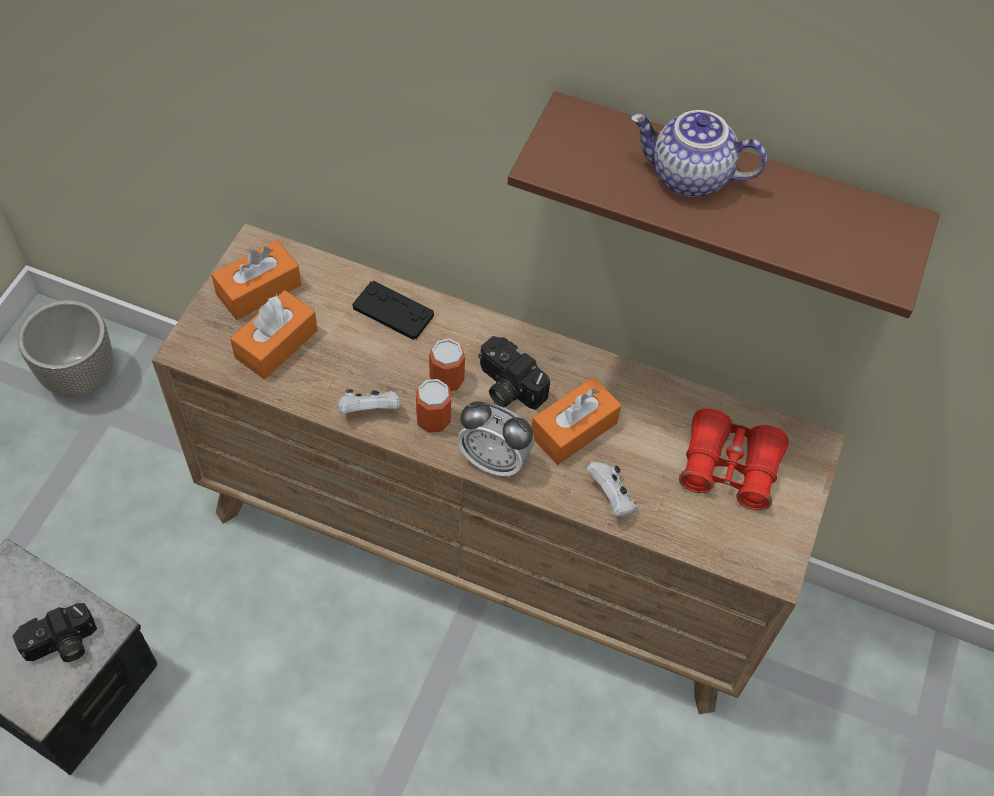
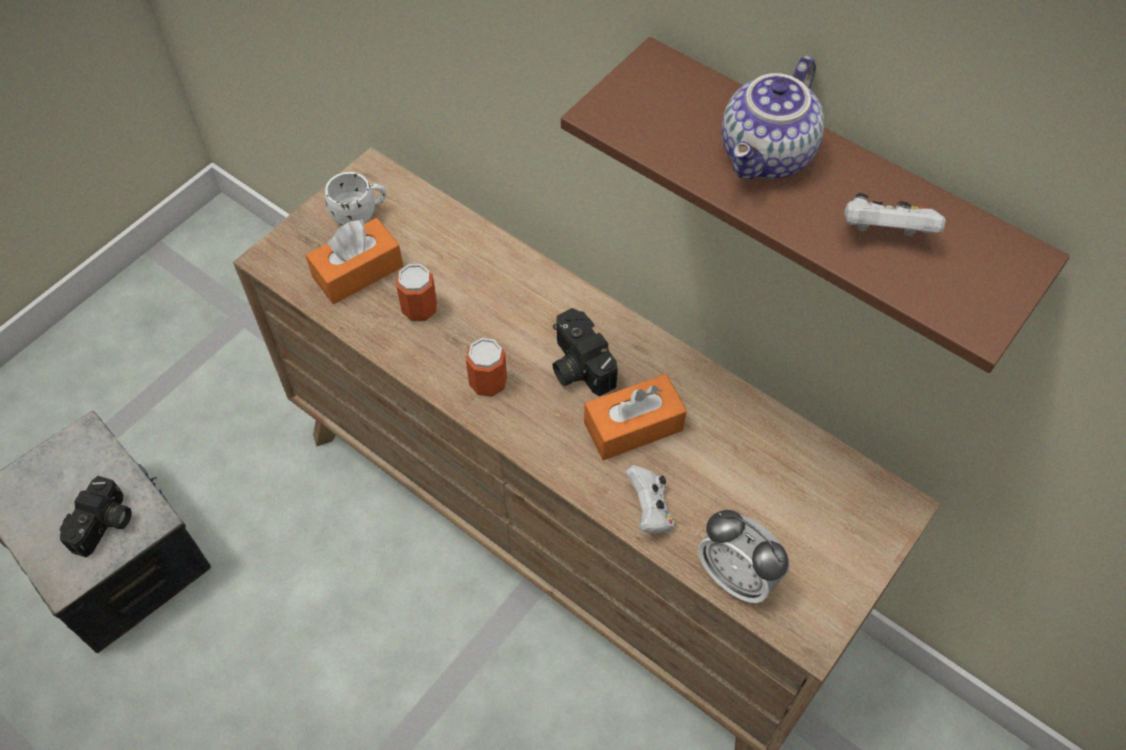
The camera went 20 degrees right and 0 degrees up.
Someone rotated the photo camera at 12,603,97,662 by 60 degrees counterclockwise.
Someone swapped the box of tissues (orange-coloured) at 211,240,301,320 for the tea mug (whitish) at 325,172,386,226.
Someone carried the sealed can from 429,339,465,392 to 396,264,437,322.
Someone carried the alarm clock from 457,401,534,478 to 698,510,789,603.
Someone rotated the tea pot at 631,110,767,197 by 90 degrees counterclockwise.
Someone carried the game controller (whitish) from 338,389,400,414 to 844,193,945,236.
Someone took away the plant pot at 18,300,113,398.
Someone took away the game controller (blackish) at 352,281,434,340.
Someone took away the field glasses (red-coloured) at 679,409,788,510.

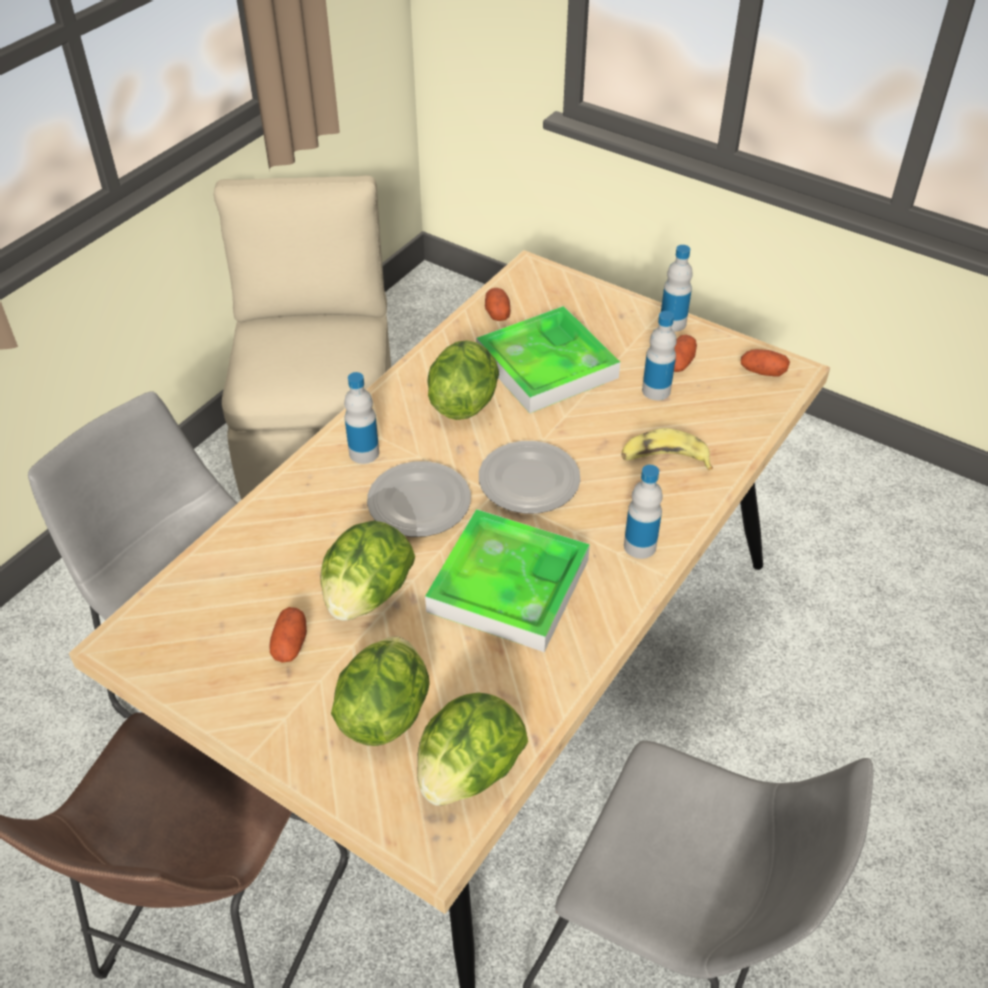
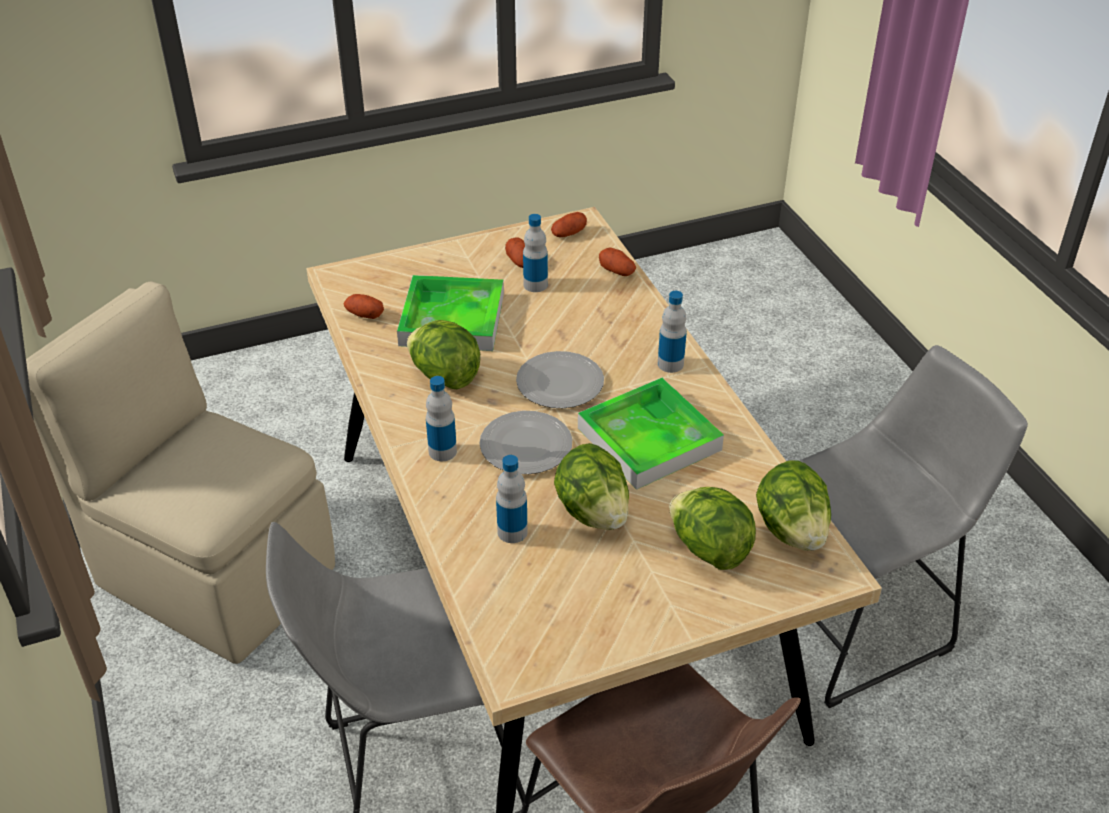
The camera went 55 degrees left and 5 degrees down.
Someone carried the drink bottle from 661,245,693,332 to 496,455,528,543.
Someone carried the potato from 270,607,307,663 to 599,248,636,276.
Someone took away the whole banana at 621,428,713,470.

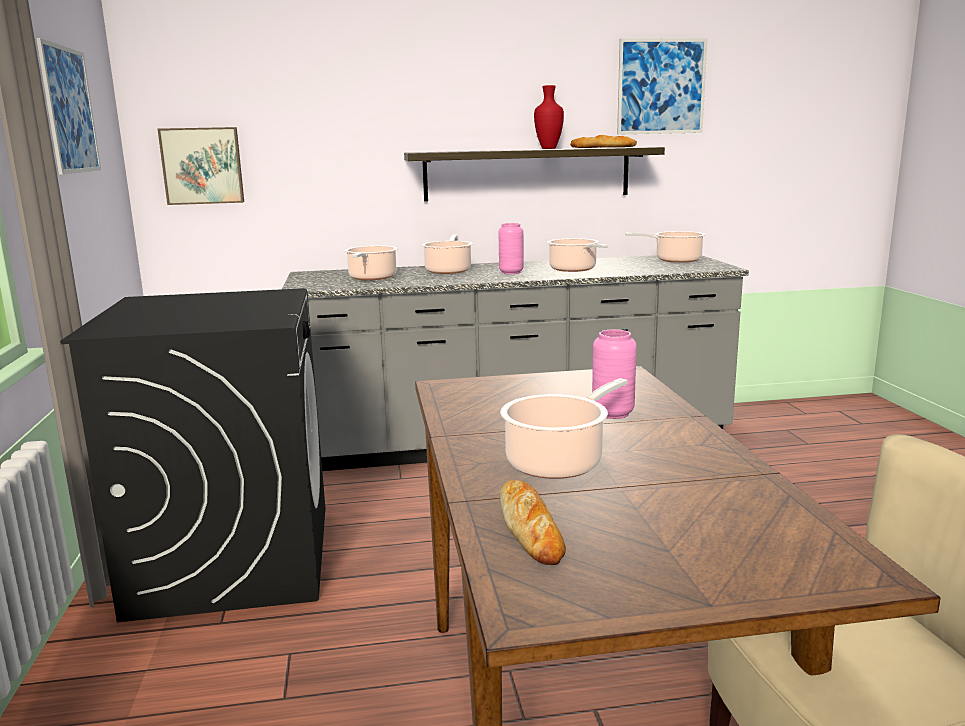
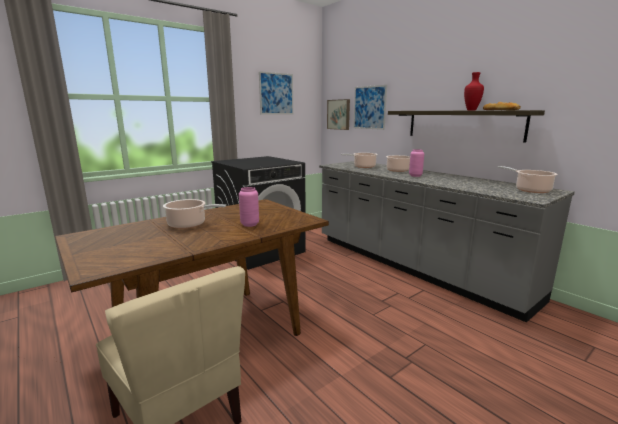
The camera went 60 degrees right and 0 degrees up.
Someone carried the wall art from 617,38,707,135 to 353,85,387,130.
Someone took away the baked bread at 500,480,566,565.
Someone took away the stockpot at 547,238,608,272.

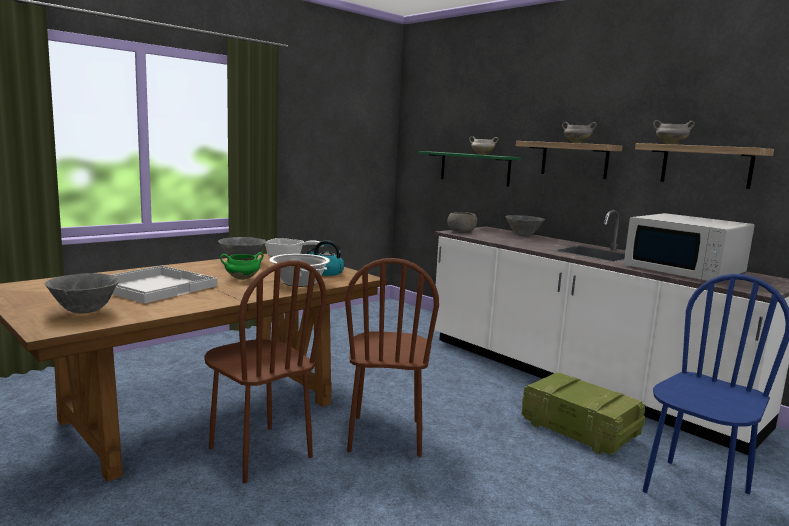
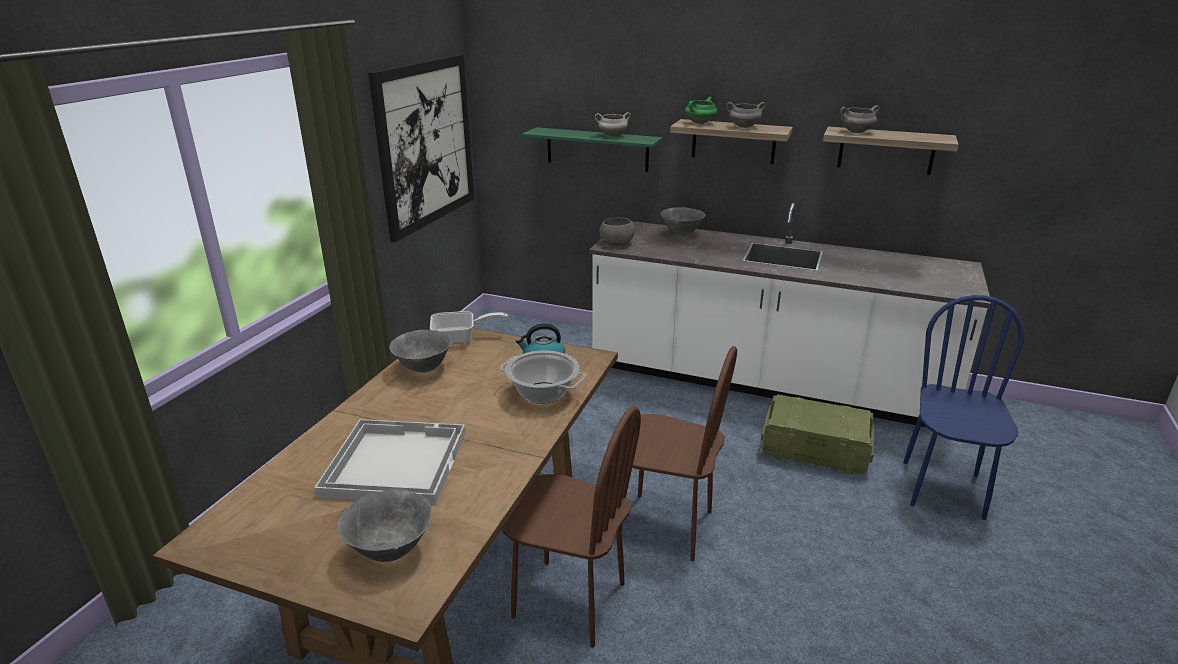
The camera went 25 degrees left and 15 degrees up.
Someone put up the wall art at 368,54,474,242.
Someone rotated the upright chair (brown-coloured) at 345,258,439,457 by 45 degrees counterclockwise.
Someone carried the stockpot (green-coloured) from 220,252,264,280 to 685,97,717,124.
Someone took away the kitchen microwave (whitish) at 624,213,755,281.

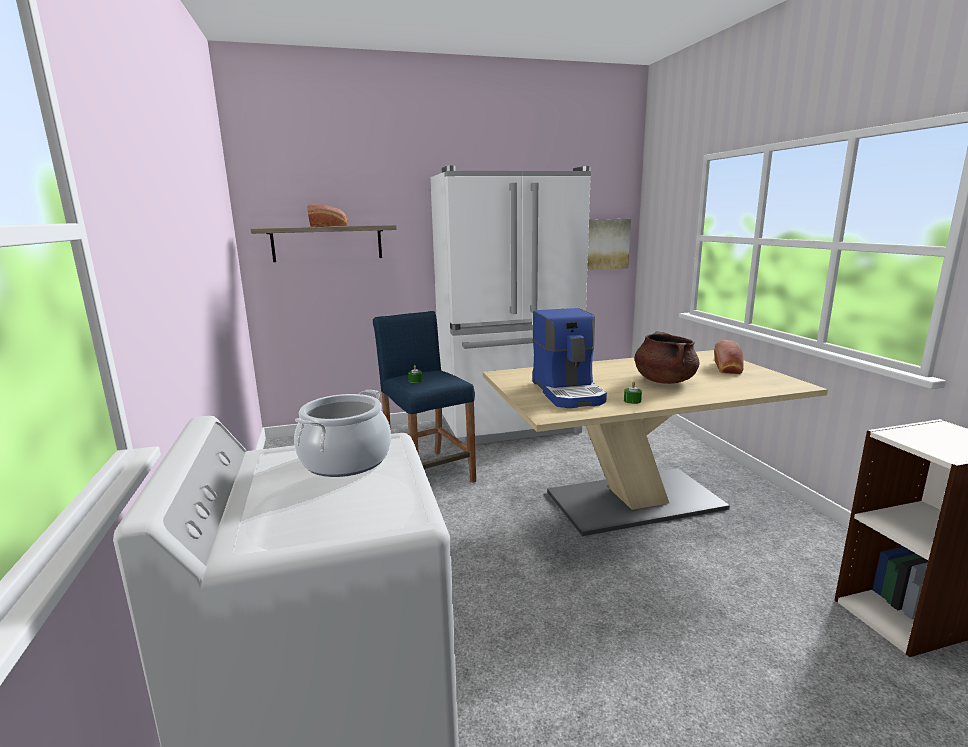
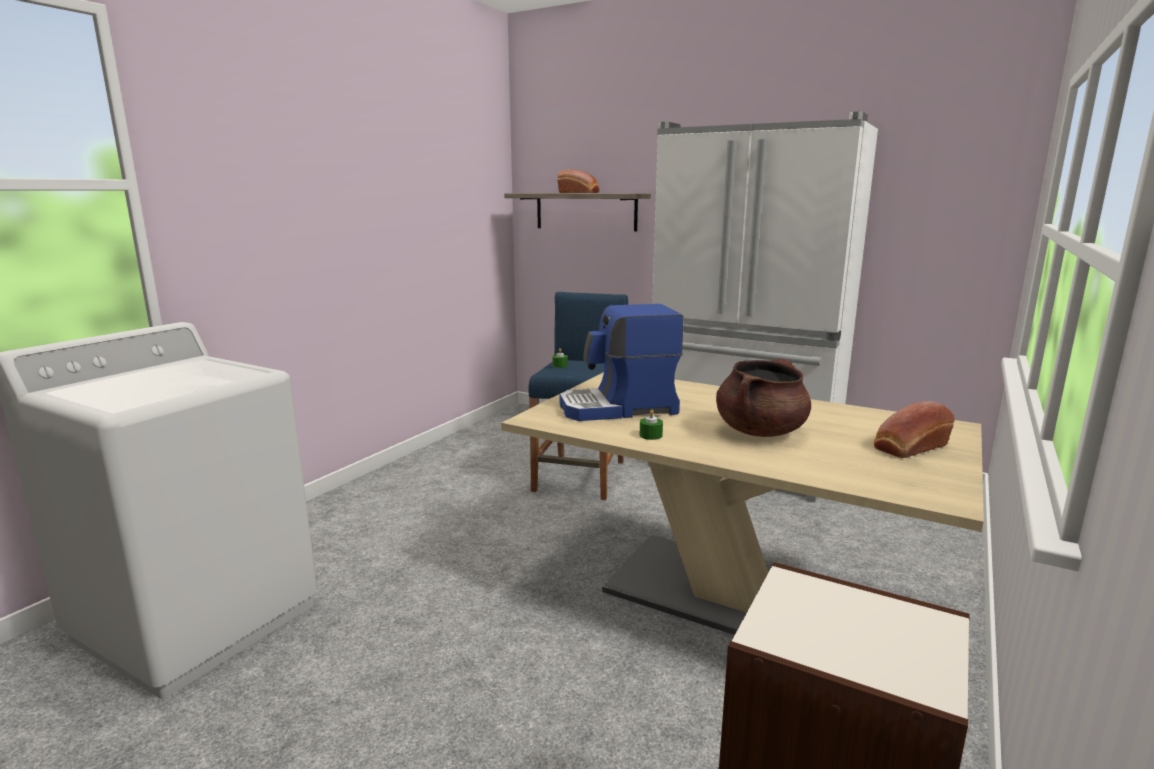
The camera went 45 degrees right and 0 degrees up.
Someone rotated the coffee brewer at 532,308,607,408 by 45 degrees clockwise.
Someone took away the stockpot at 294,390,391,477.
Someone took away the wall art at 587,219,631,270.

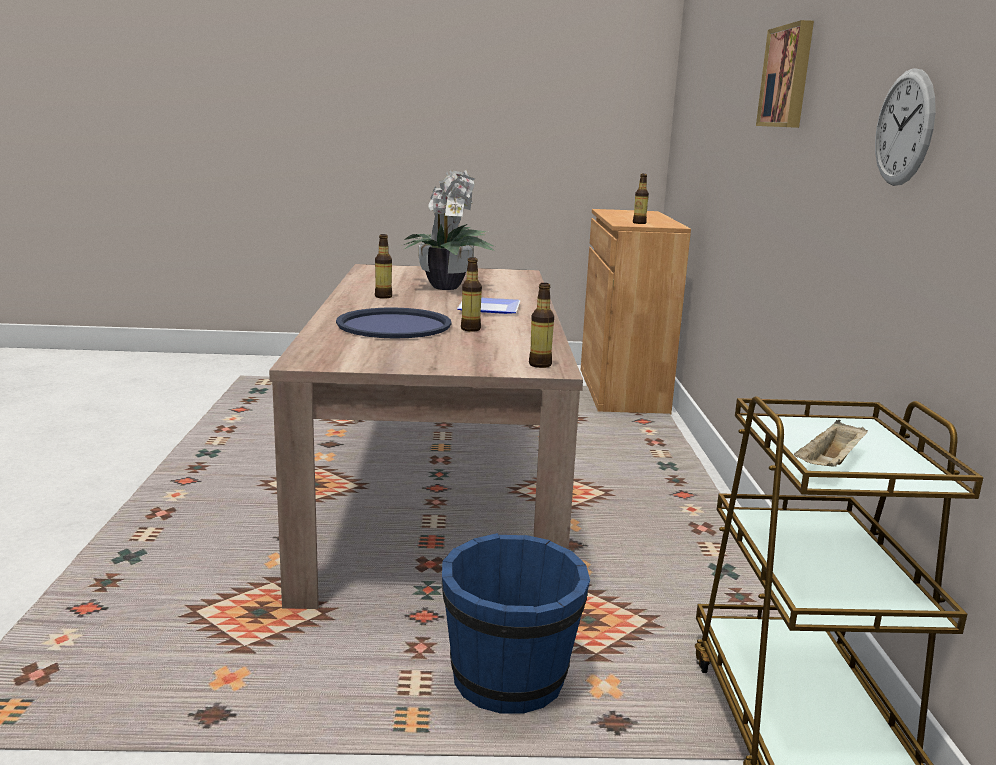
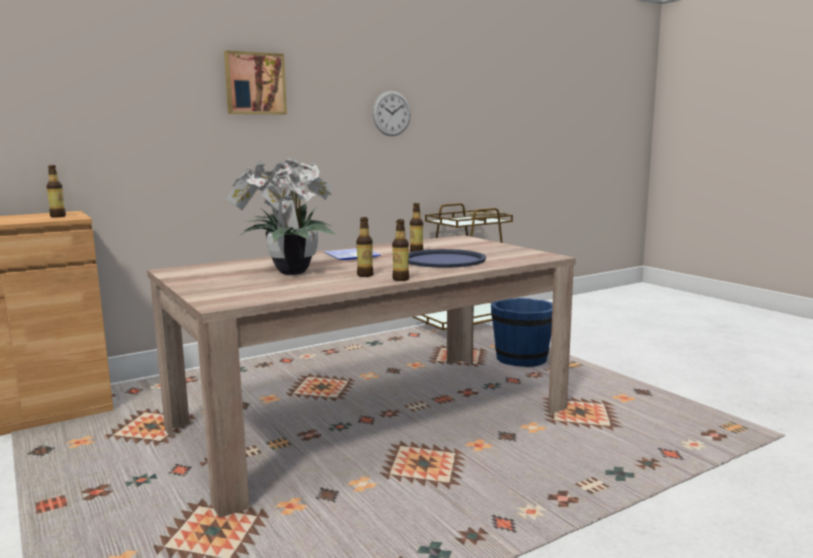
The camera went 120 degrees left and 5 degrees down.
Someone carried the drink bottle from 529,283,554,368 to 392,219,409,281.

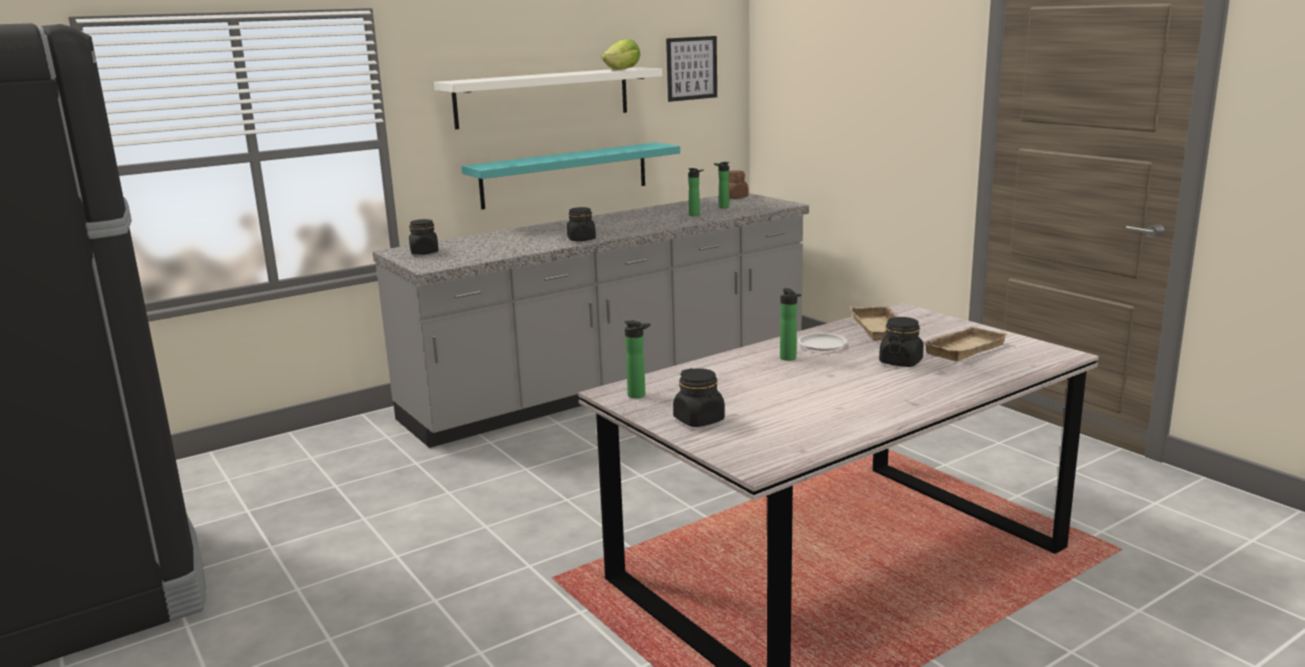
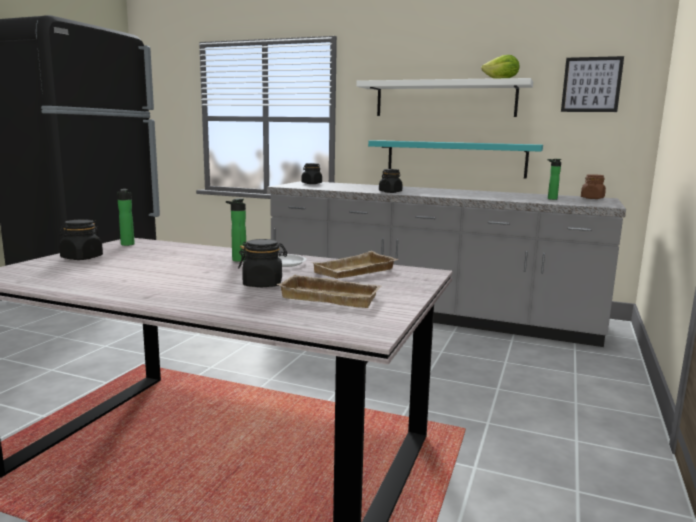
The camera went 55 degrees right and 5 degrees down.
Someone took away the drink bottle at 688,168,704,216.

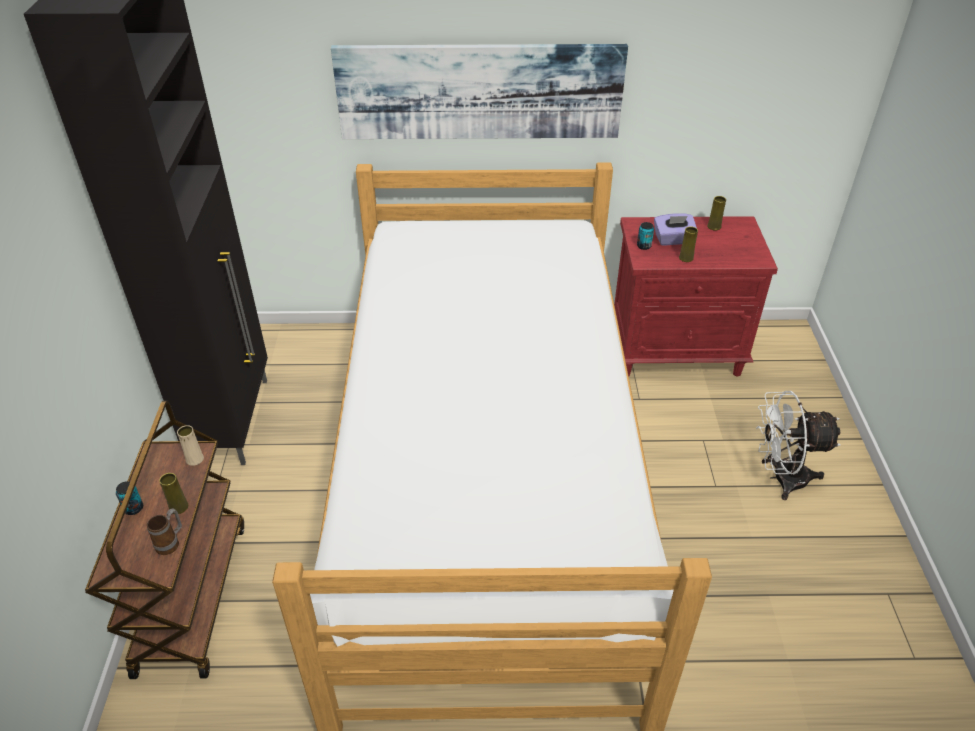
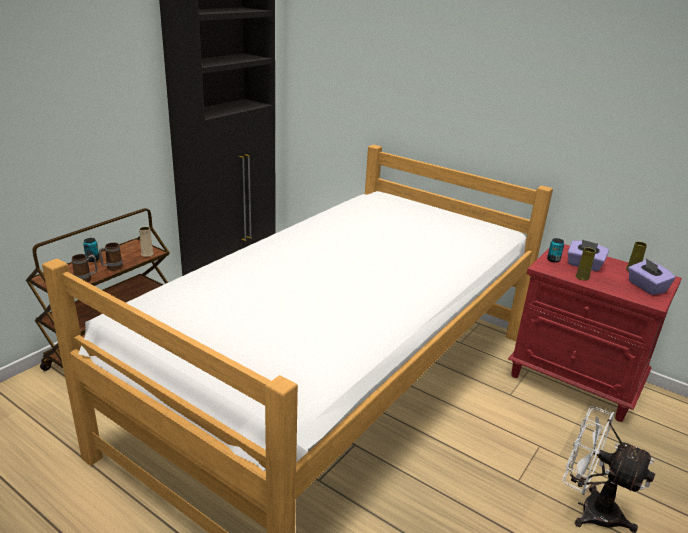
The camera went 35 degrees right and 15 degrees down.
Someone swapped the decorative vase (yellowish) at 159,473,188,514 for the tea mug at 99,242,123,271.
Someone put down the box of tissues (purplish) at 628,258,676,295.
Someone took away the wall art at 331,44,628,139.

